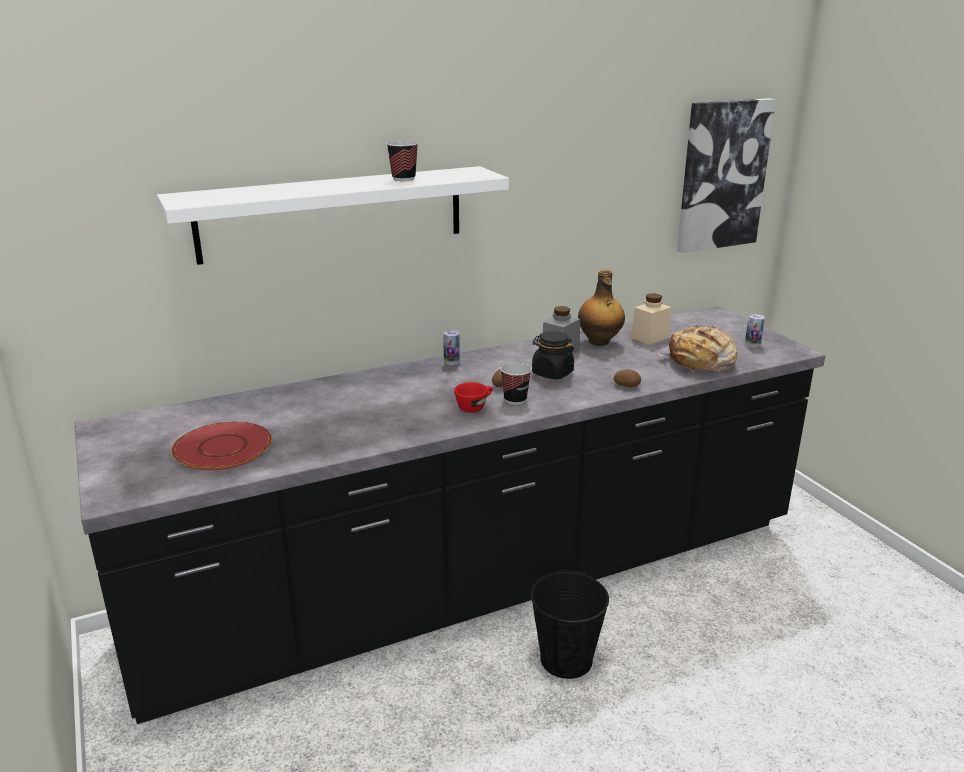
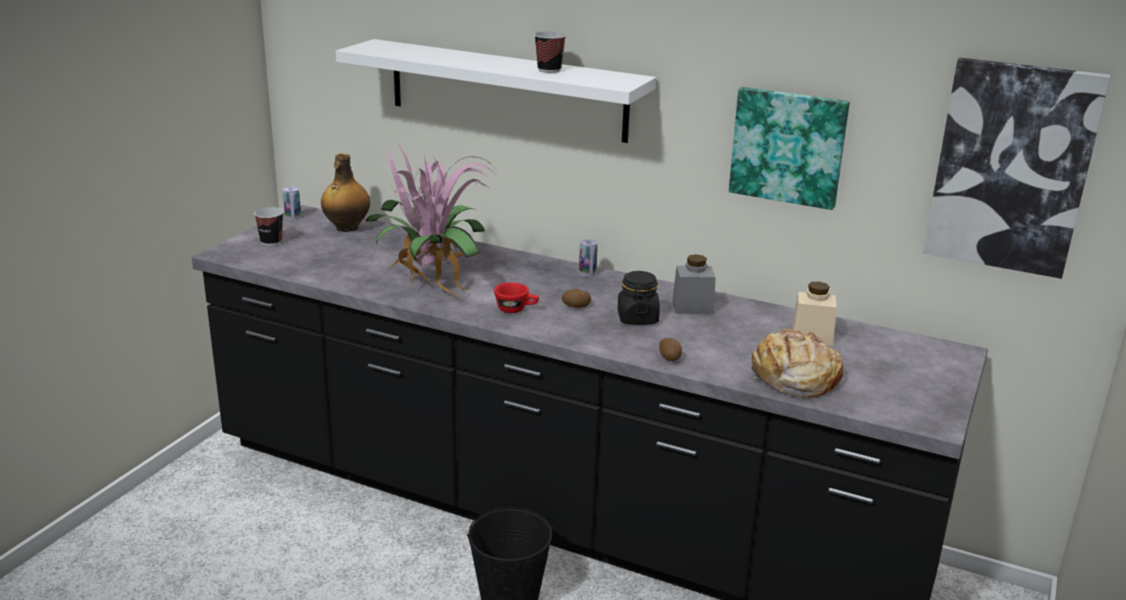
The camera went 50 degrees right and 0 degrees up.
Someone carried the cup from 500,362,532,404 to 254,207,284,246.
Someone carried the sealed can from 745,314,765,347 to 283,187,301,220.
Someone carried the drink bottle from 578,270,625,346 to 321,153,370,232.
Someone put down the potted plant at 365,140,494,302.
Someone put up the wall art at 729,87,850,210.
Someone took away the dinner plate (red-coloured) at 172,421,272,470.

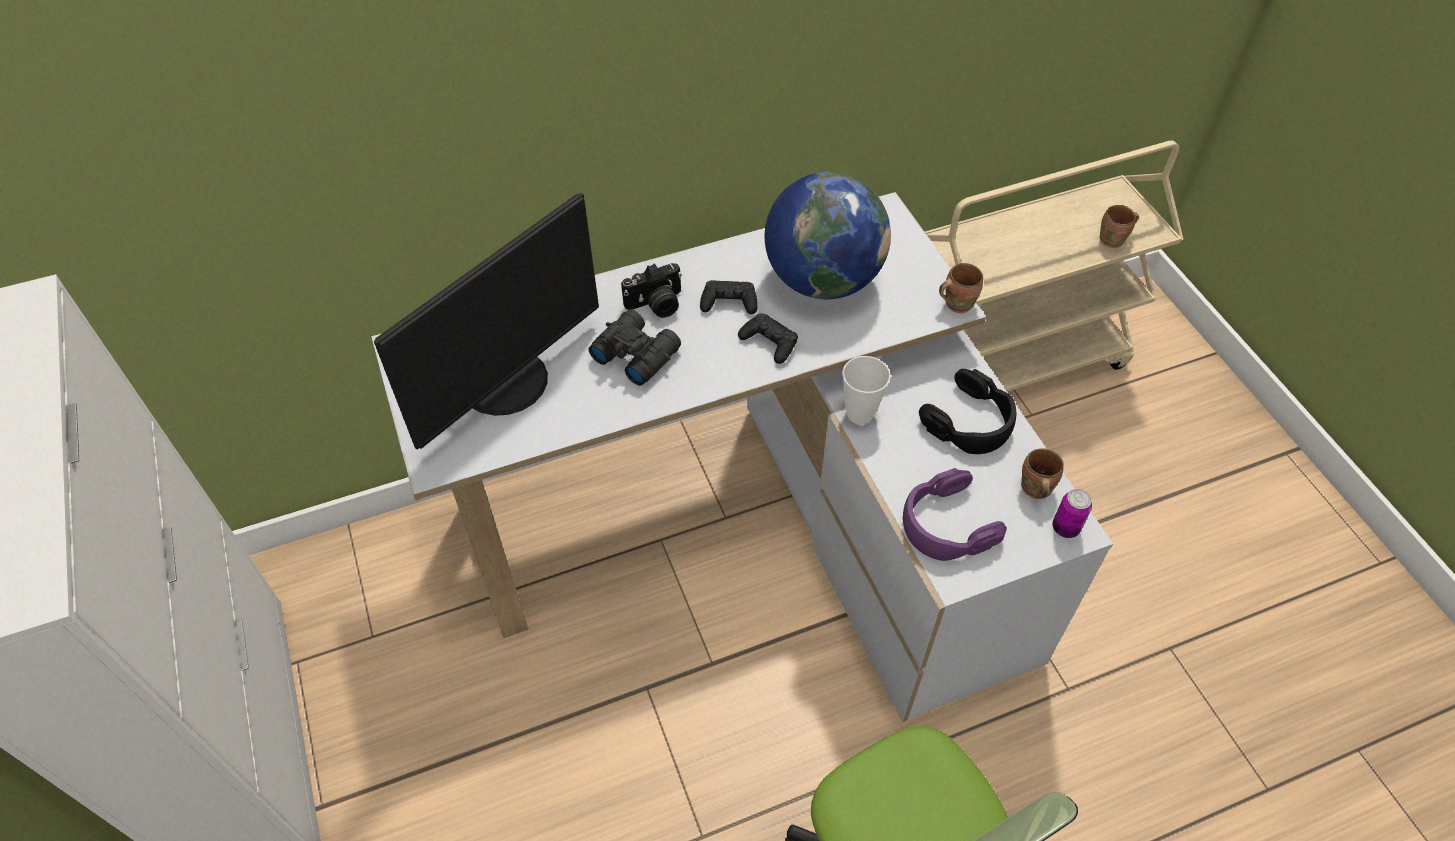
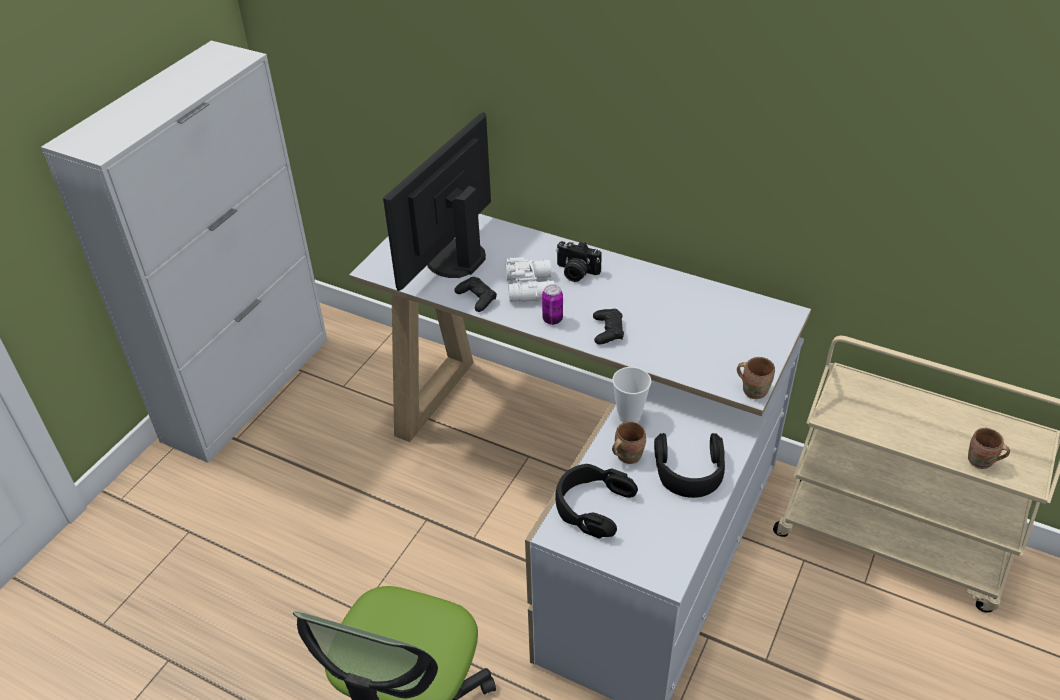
The camera went 50 degrees right and 10 degrees down.
Someone rotated the monitor at 374,193,599,450 by 120 degrees clockwise.
Someone carried the game controller (blackish) from 700,280,758,314 to 454,277,497,312.
Someone repainted the field glasses (blackish) at 589,309,681,386, which became the field glasses (whitish) at 506,257,555,302.
Someone carried the sealed can from 1052,489,1092,538 to 542,284,563,325.
Someone repainted the pair of headphones (purplish) at 903,468,1007,561, which became the pair of headphones (blackish) at 555,464,638,539.
Someone carried the tea mug (brown-coloured) from 1021,448,1063,499 to 612,421,646,464.
Someone took away the world globe at 765,172,891,299.

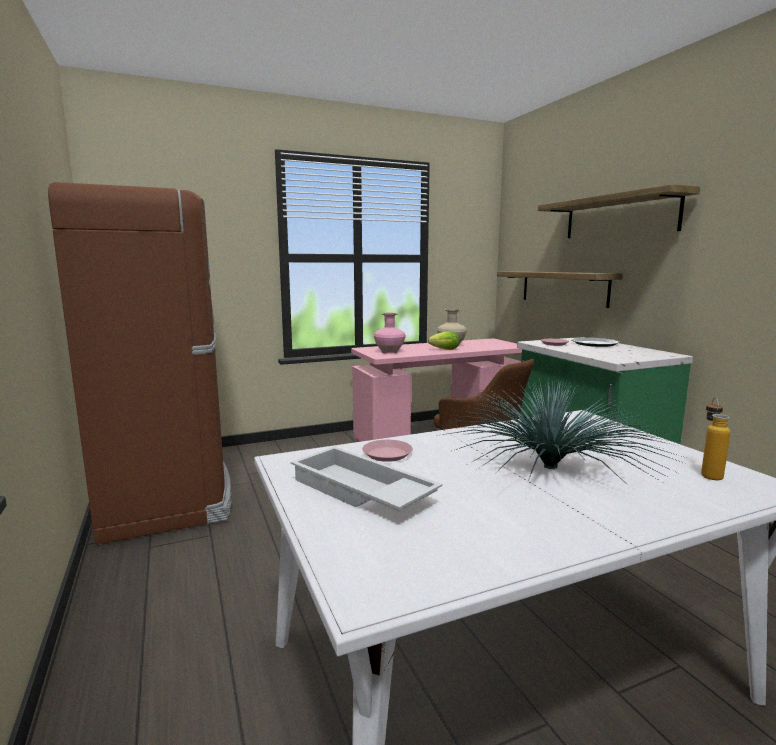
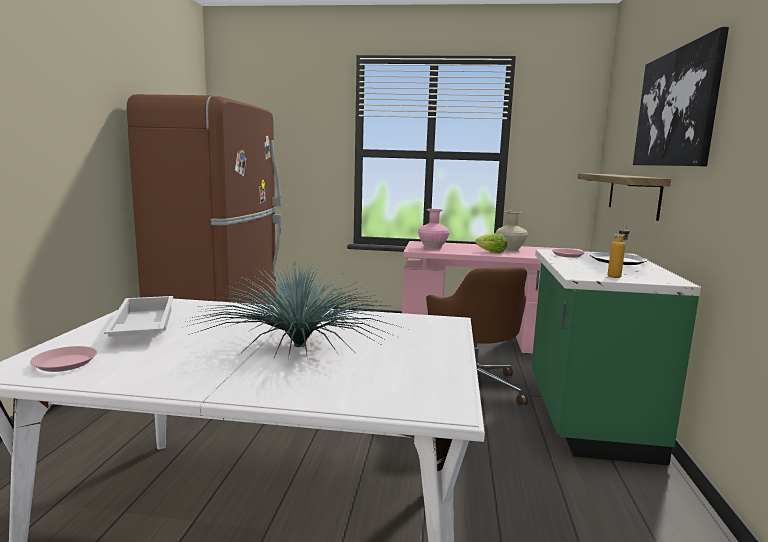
The camera went 30 degrees right and 0 degrees up.
Someone carried the dinner plate (pink-coloured) from 362,440,413,462 to 30,346,97,372.
Someone carried the drink bottle from 701,397,730,480 to 608,224,629,278.
Someone swapped the shelf at 538,184,700,238 for the wall art at 633,27,729,166.

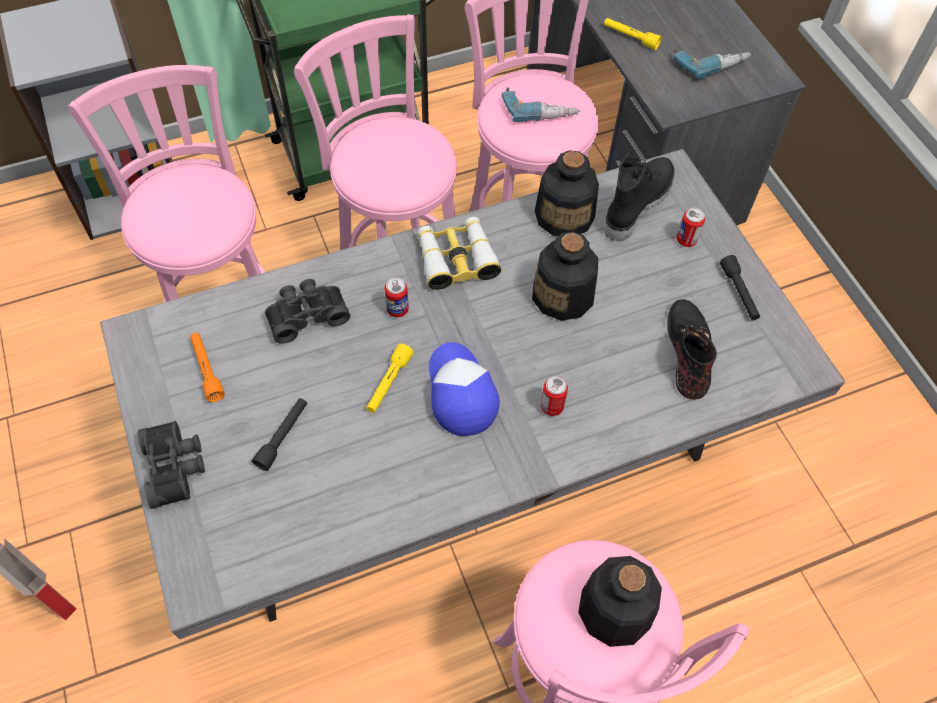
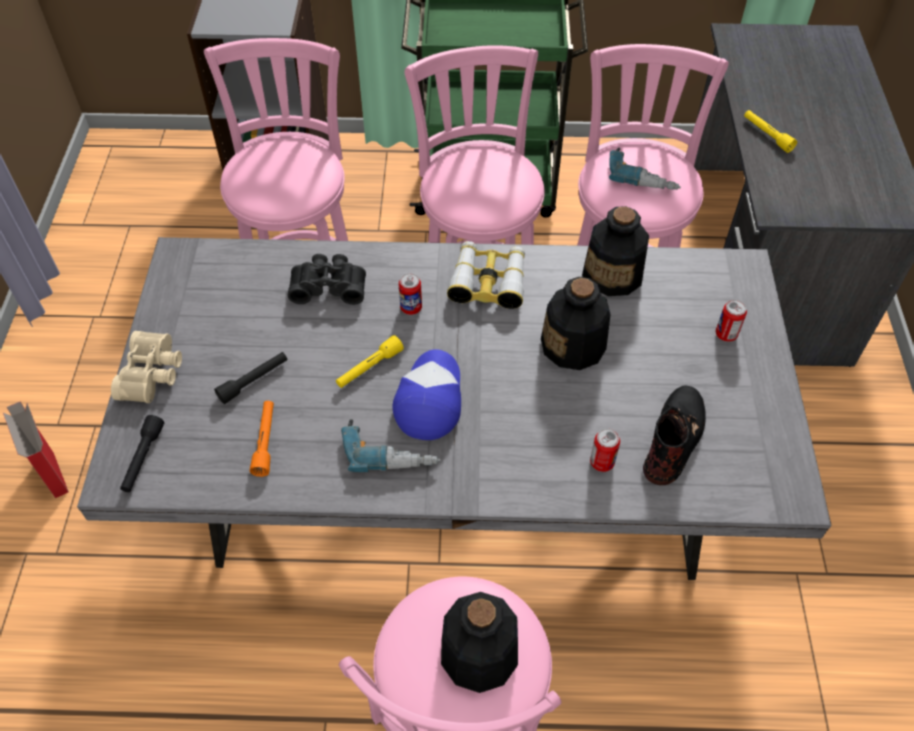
The camera went 25 degrees right and 5 degrees down.
Someone repainted the field glasses (blackish) at 138,421,205,509, which became the field glasses (beige-coloured) at 111,331,182,403.
Someone carried the torch (blackish) from 720,255,760,320 to 120,415,164,492.
Someone carried the torch (orange-coloured) from 190,333,225,402 to 250,401,274,477.
Someone carried the drill from 673,49,751,79 to 341,419,441,472.
Someone carried the sealed can from 541,376,568,416 to 590,429,620,472.
Someone took away the tall boot (blackish) at 604,151,675,242.

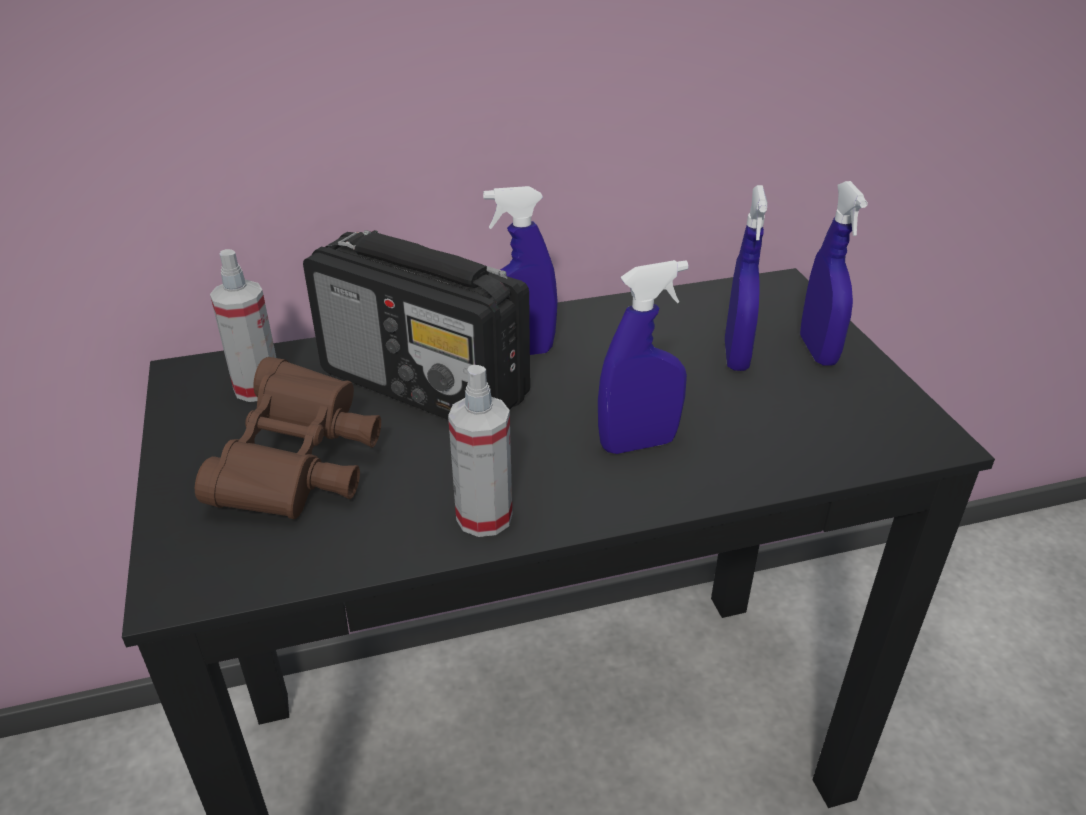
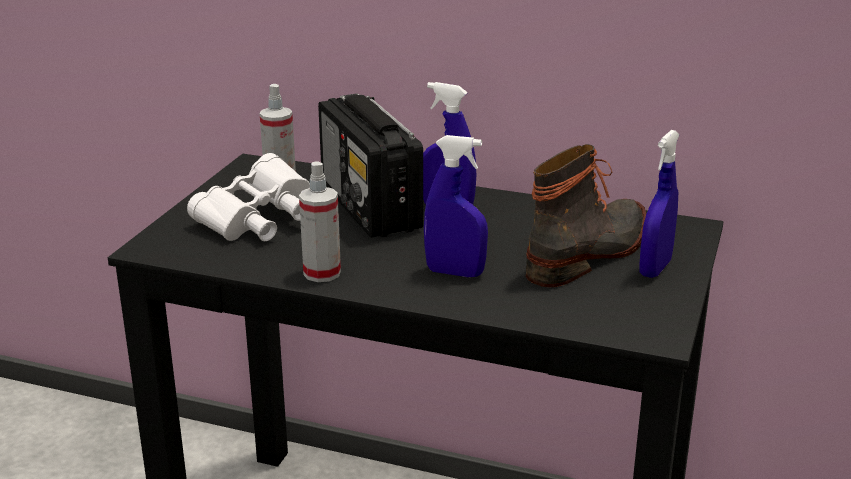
The camera went 35 degrees right and 10 degrees down.
Someone repainted the field glasses (brown-coloured) at 195,357,381,519, which became the field glasses (whitish) at 187,153,310,241.
Someone swapped the hand sprayer (blue) at 725,185,768,371 for the tall boot at 526,144,646,287.

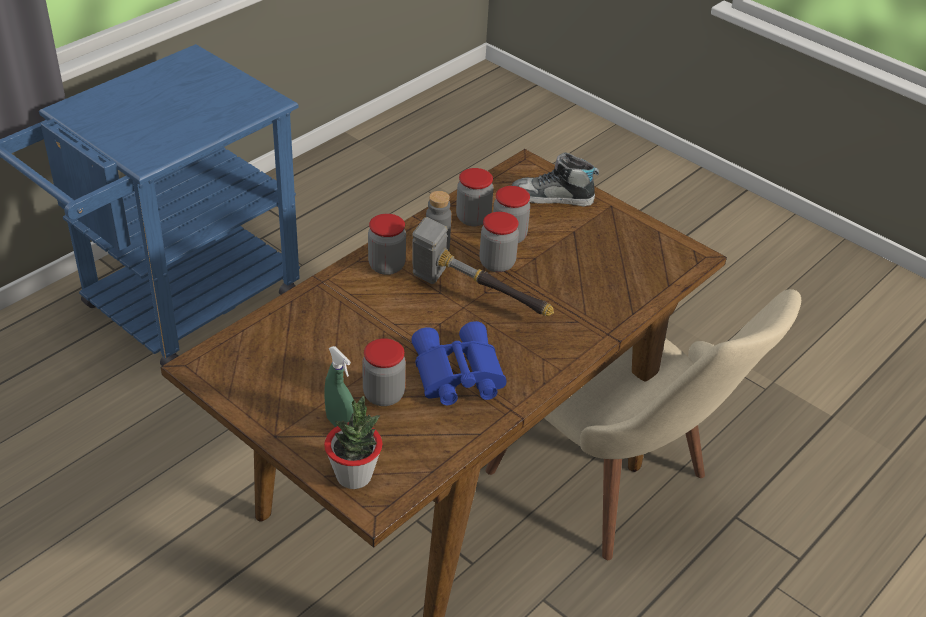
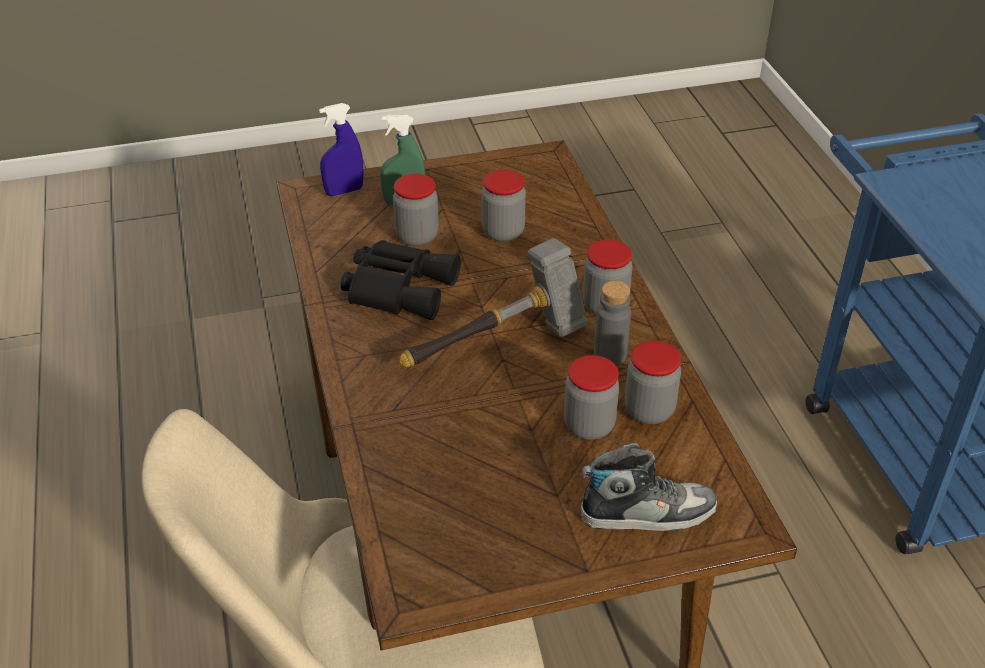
The camera went 125 degrees right and 0 degrees up.
Someone swapped the potted plant at 324,396,382,489 for the hand sprayer (blue) at 319,103,364,196.
Someone repainted the field glasses (blue) at 411,321,506,405, which became the field glasses (blackish) at 341,240,461,320.
Someone carried the jar from 479,212,519,272 to 481,170,526,242.
Someone rotated the shoe at 512,152,599,206 by 45 degrees clockwise.

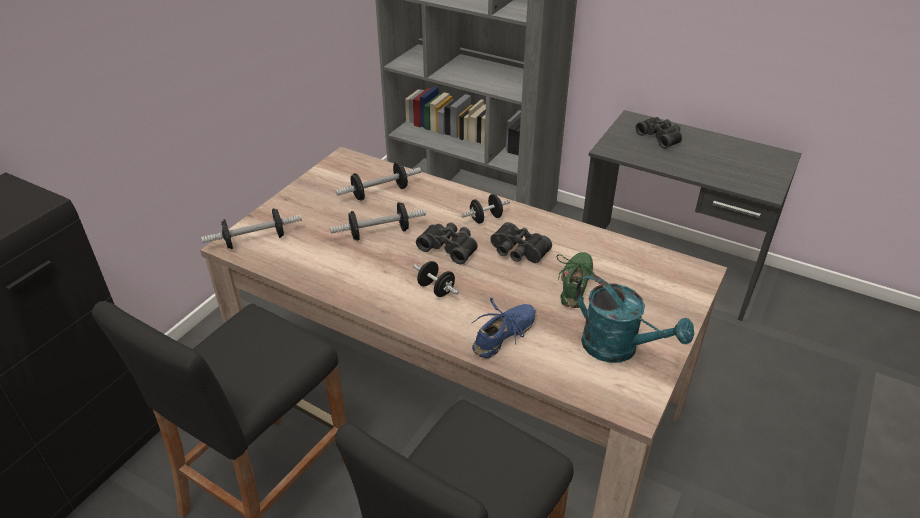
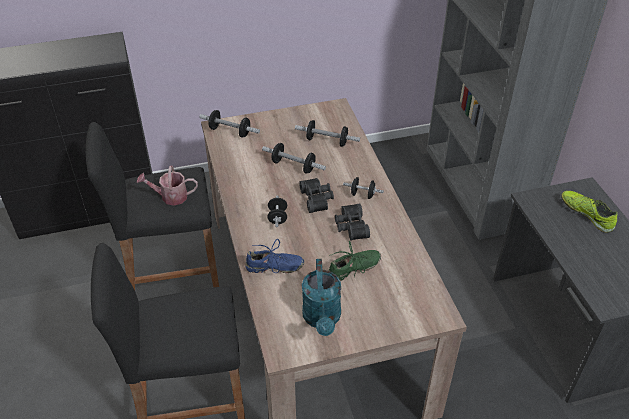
The camera went 45 degrees right and 5 degrees up.
Someone put down the sprinkling can at 137,166,198,206.
Someone swapped the field glasses (blackish) at 636,117,682,149 for the shoe at 561,191,617,233.

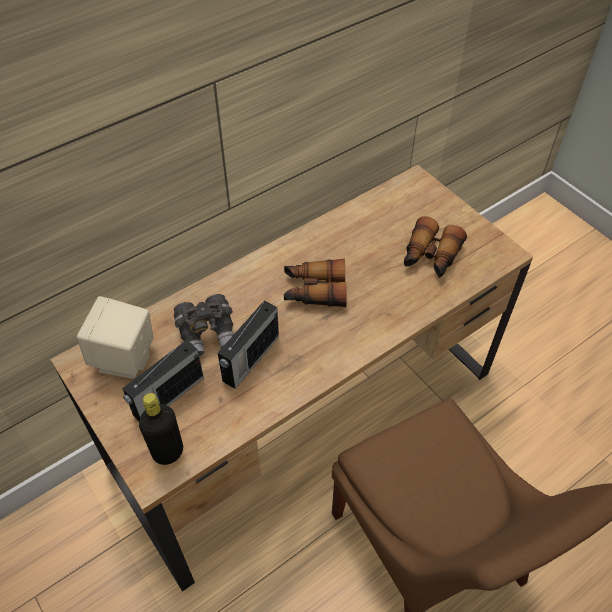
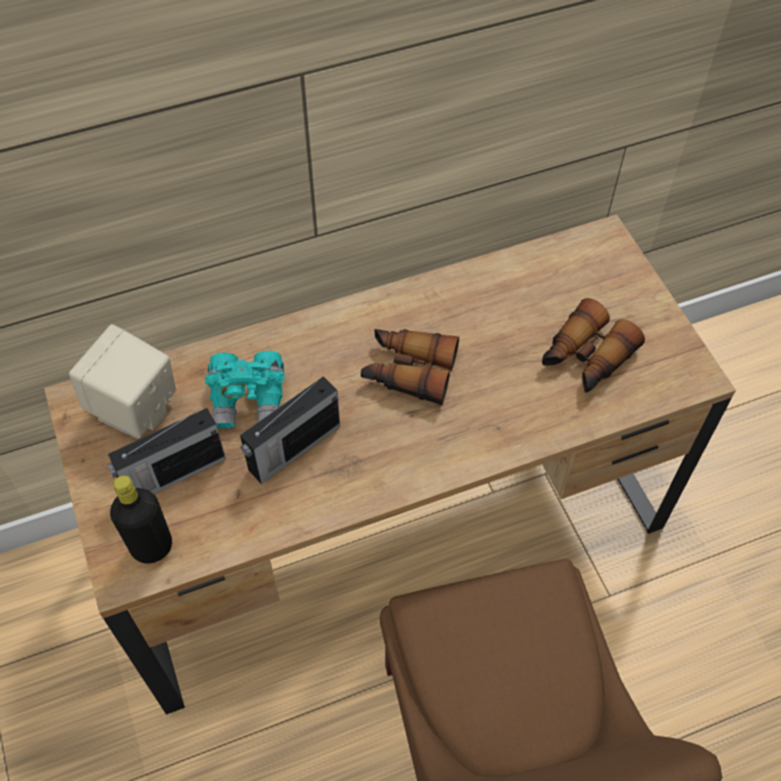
The camera went 15 degrees right and 5 degrees up.
Someone repainted the field glasses (grey) at 174,294,234,356, which became the field glasses (turquoise-coloured) at 205,351,285,428.

